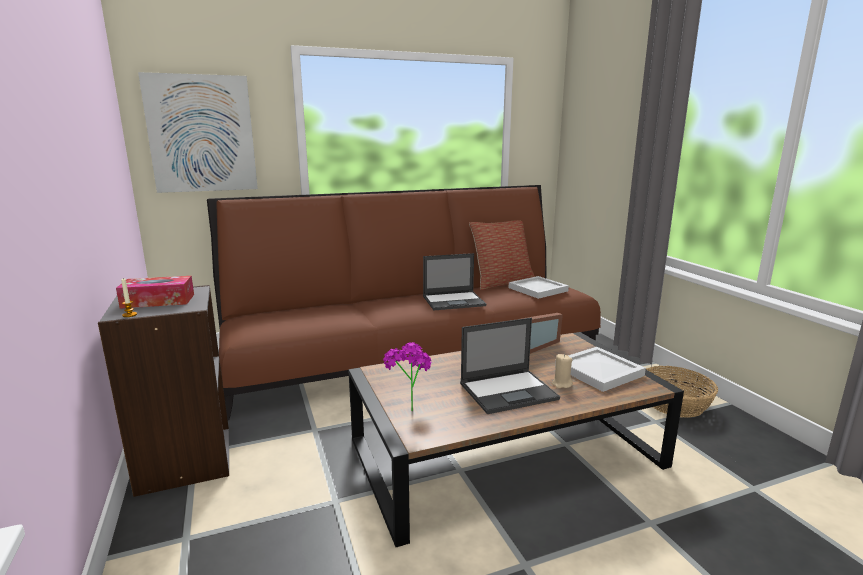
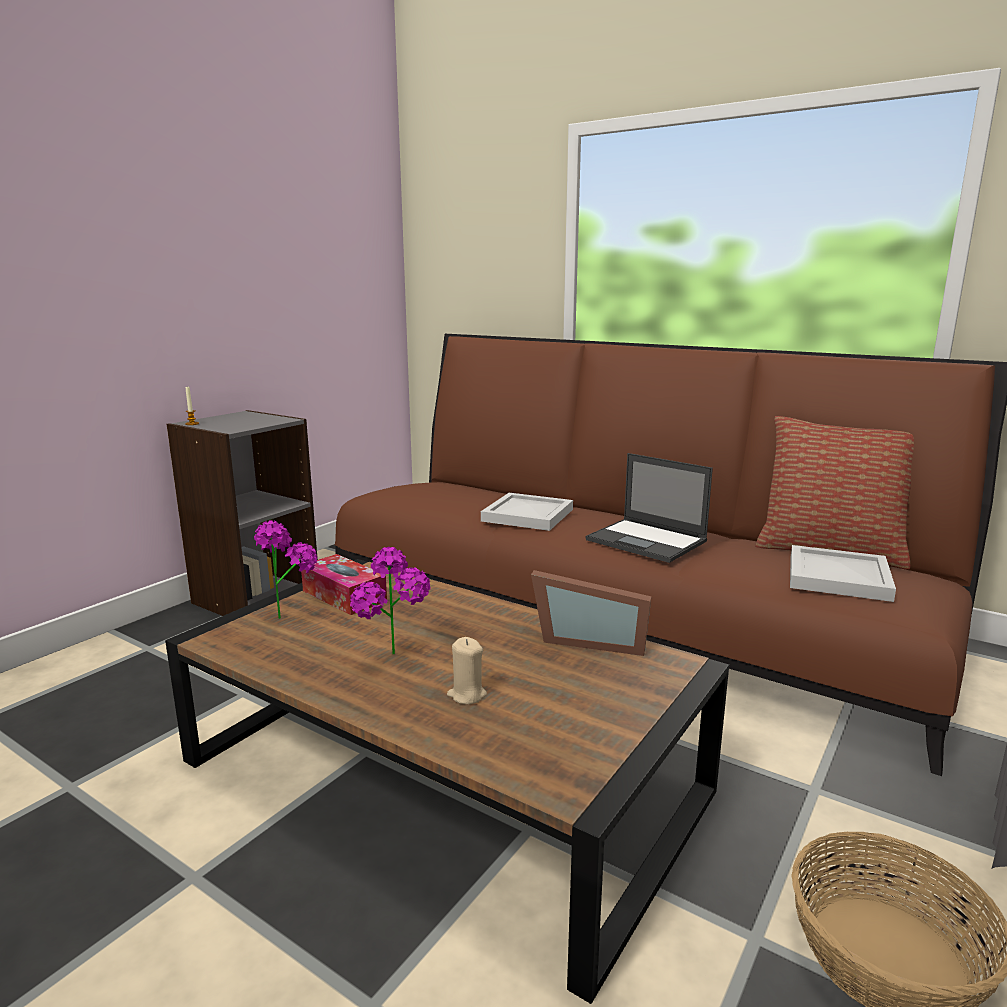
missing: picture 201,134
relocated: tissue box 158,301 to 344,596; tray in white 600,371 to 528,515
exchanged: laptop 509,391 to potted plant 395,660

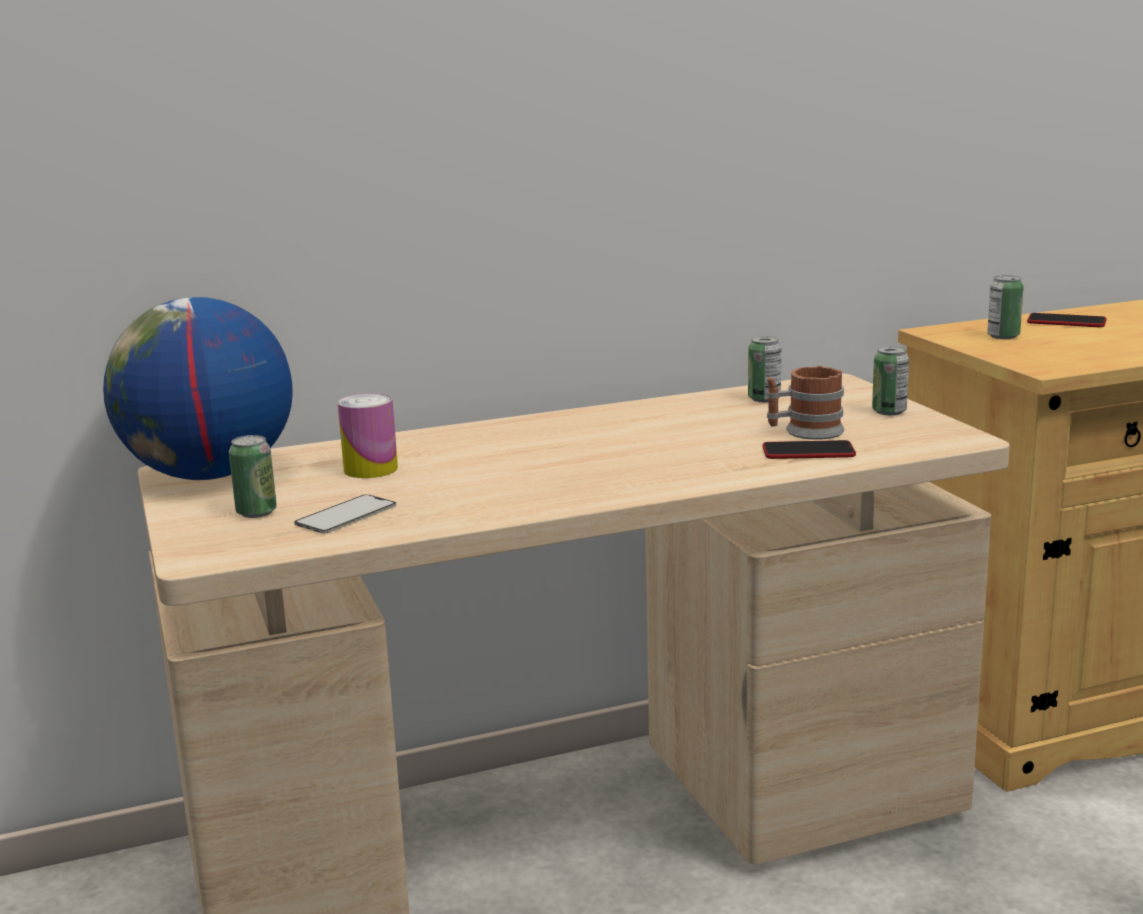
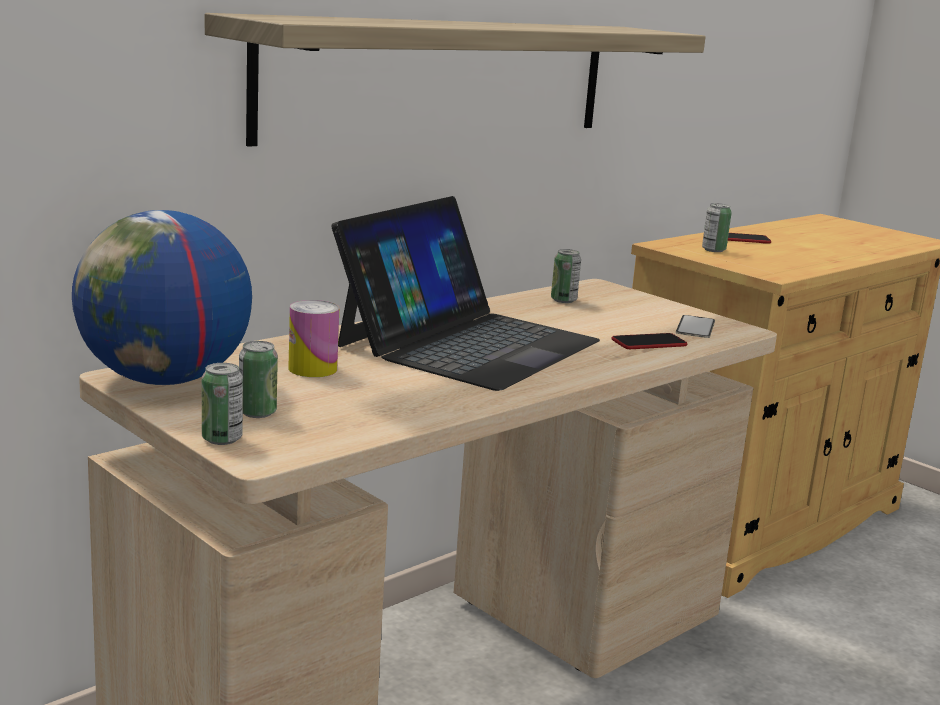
missing: mug 804,432
appeared: shelf 443,78; laptop 468,343
relocated: phone 346,515 to 695,327; can 889,411 to 222,439

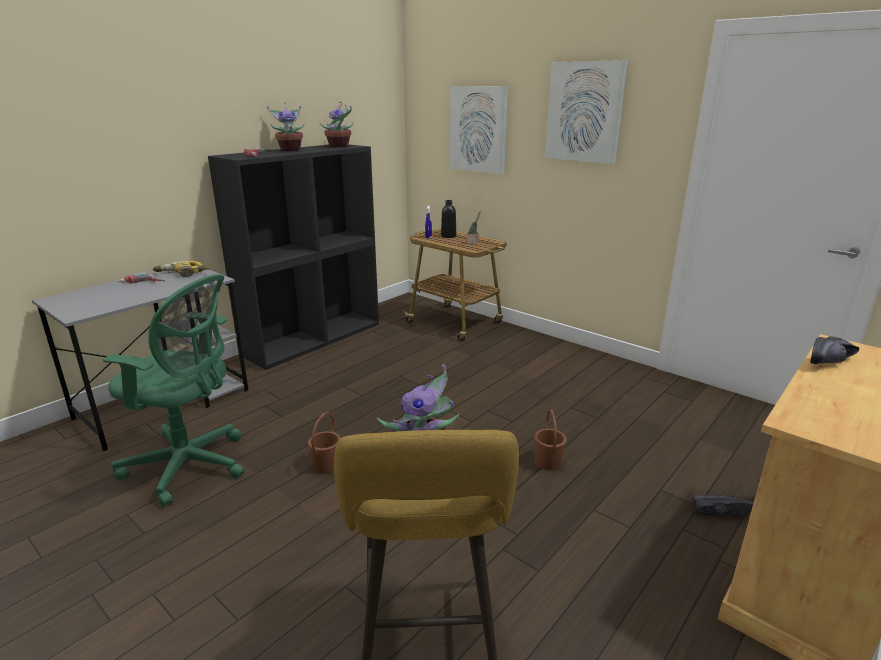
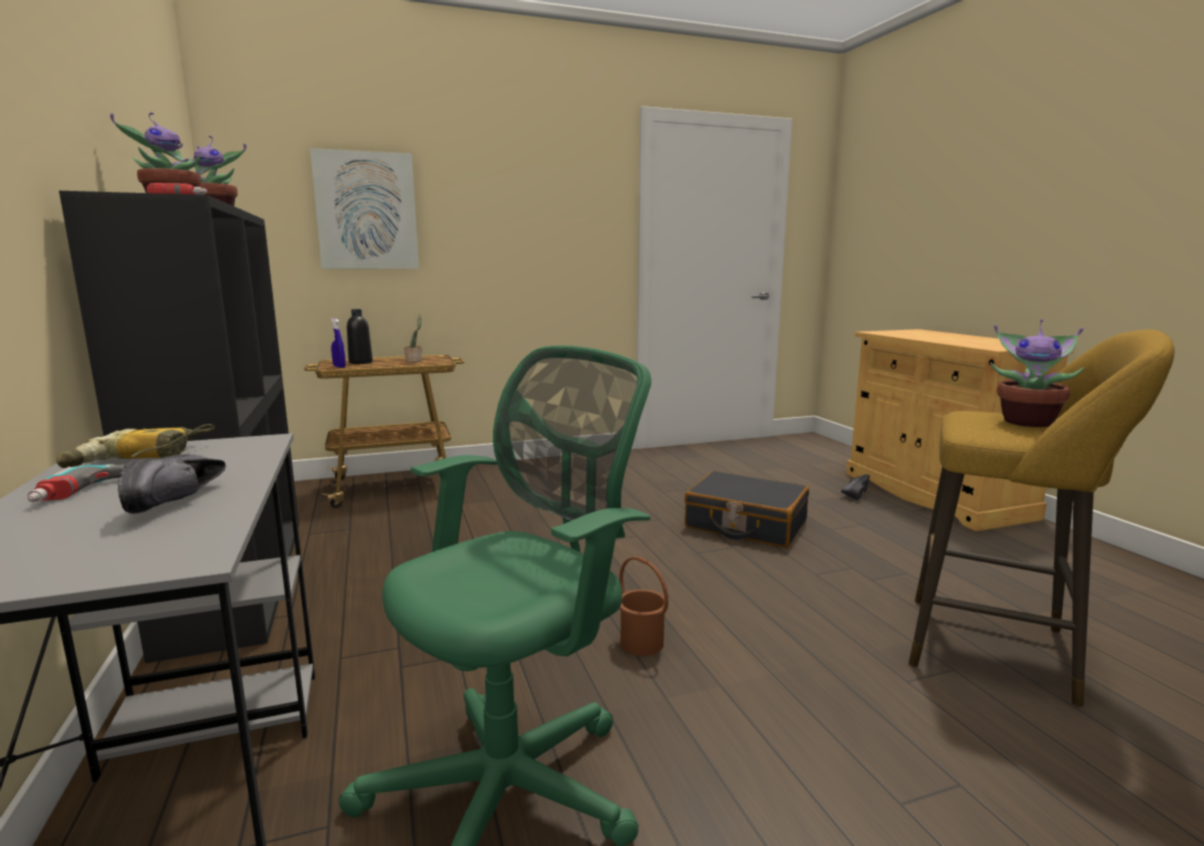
missing: picture 584,112
relocated: shoe in black 831,363 to 180,501
exchanged: bucket in brown 548,461 to suitcase in black 745,524

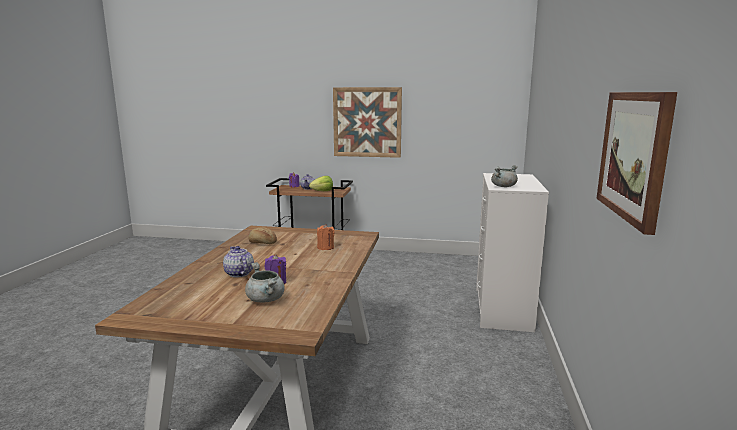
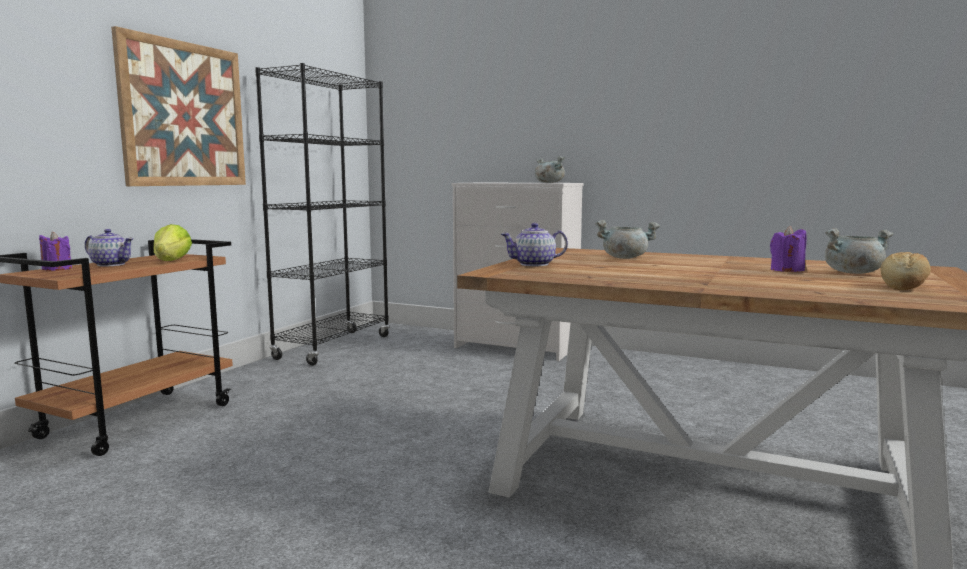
missing: picture 634,155
appeared: bookcase in black 333,347
relocated: teapot 239,274 to 534,264; bread 262,243 to 903,286
exchanged: candle in orange 325,247 to cooking pot in grey 625,258

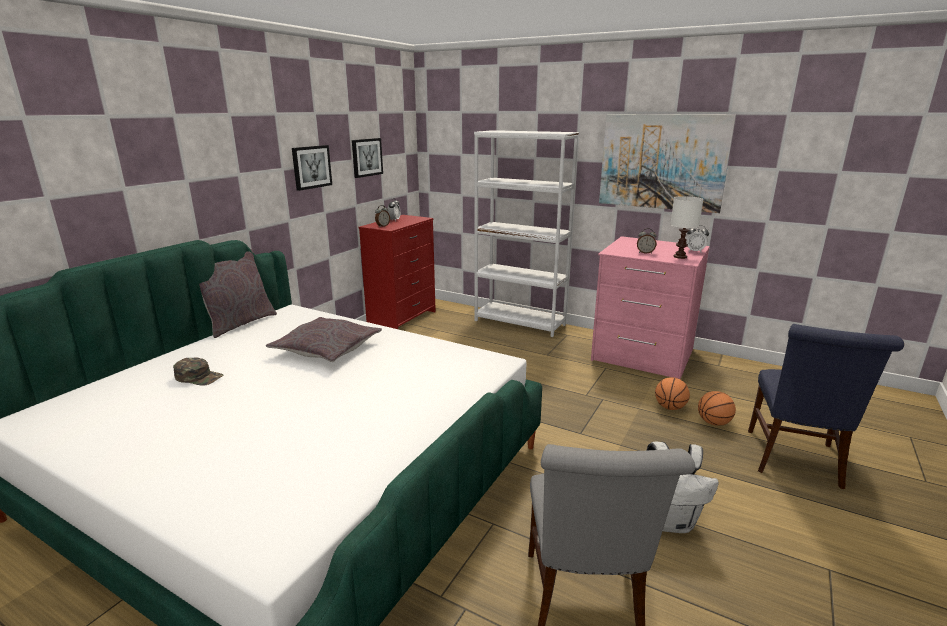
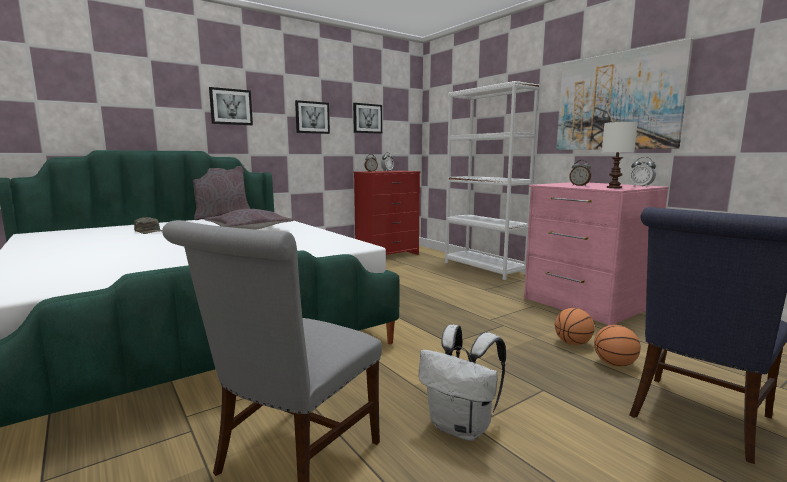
appeared: picture 231,107

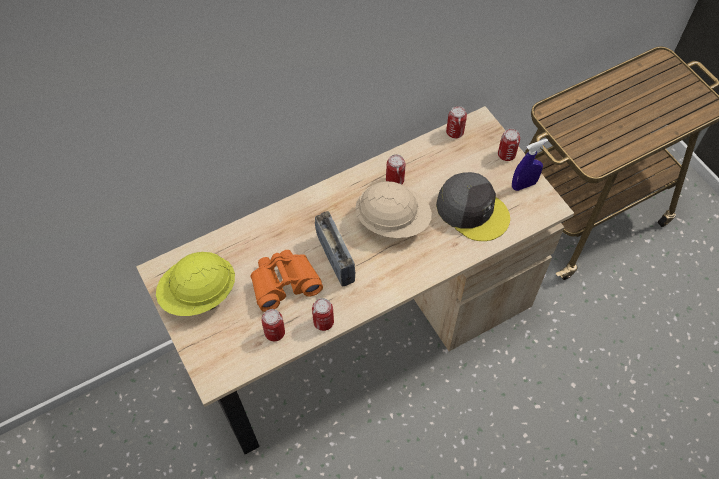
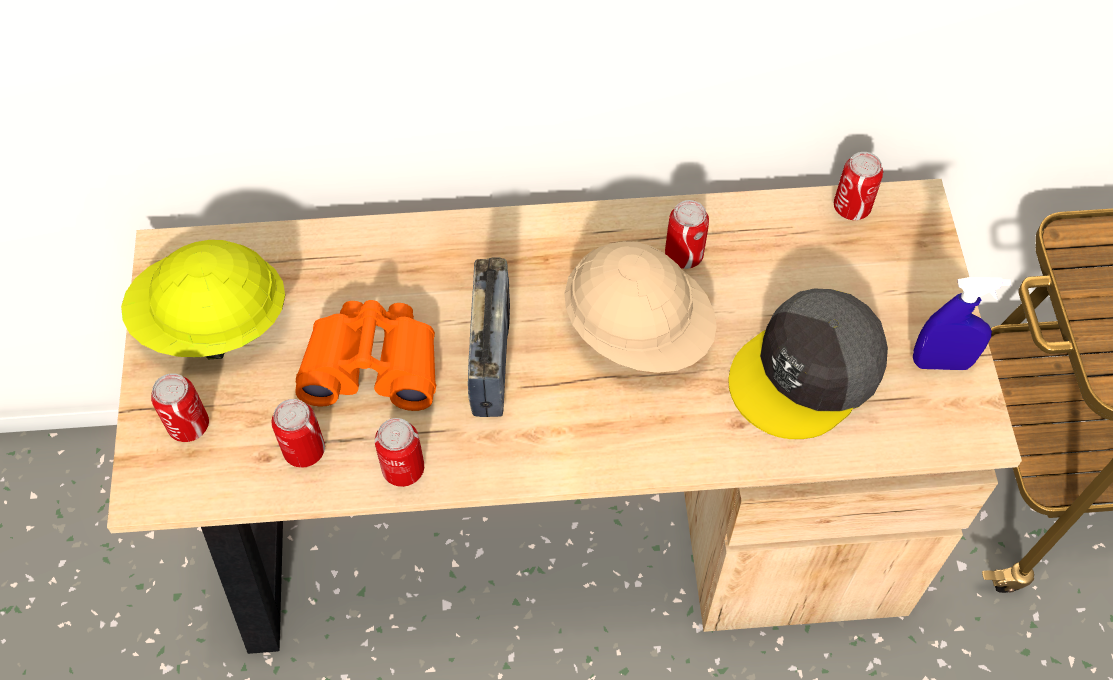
relocated: can 506,155 to 189,425
spun: cap in grey 472,210 = 807,372 75 degrees clockwise

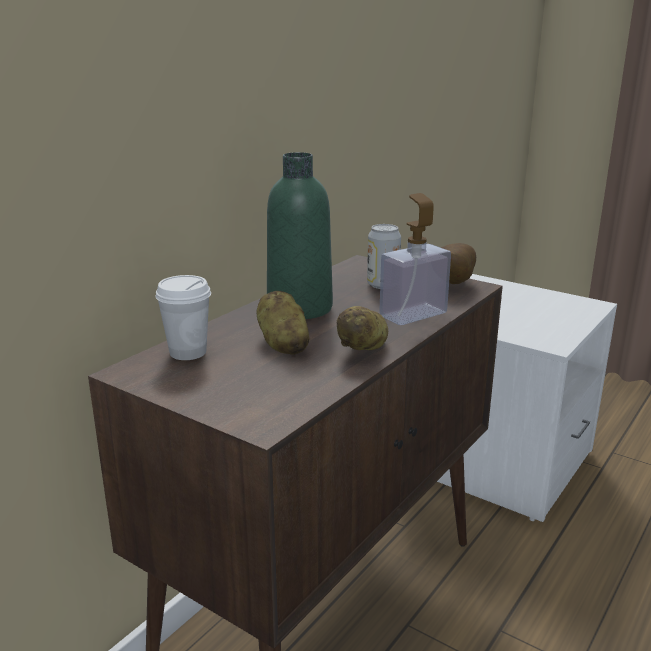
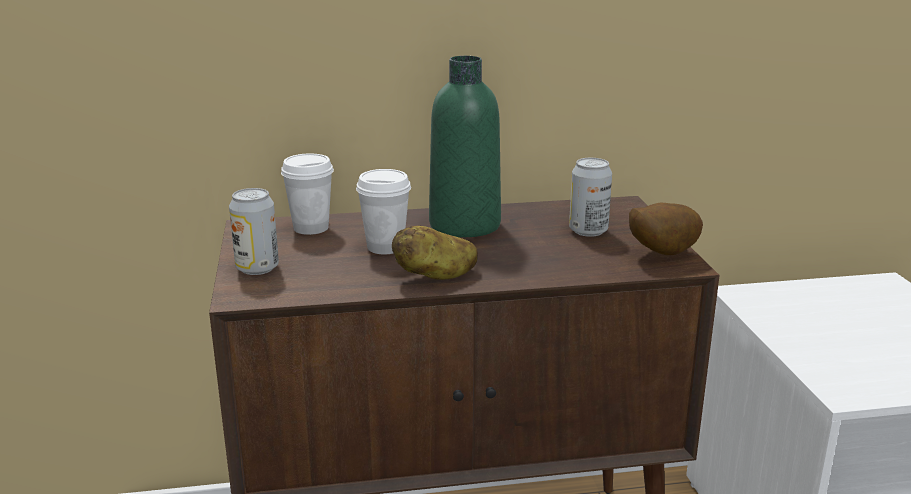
missing: soap dispenser 413,314
appeared: can 257,268
exchanged: potato 282,343 to cup in white 385,247

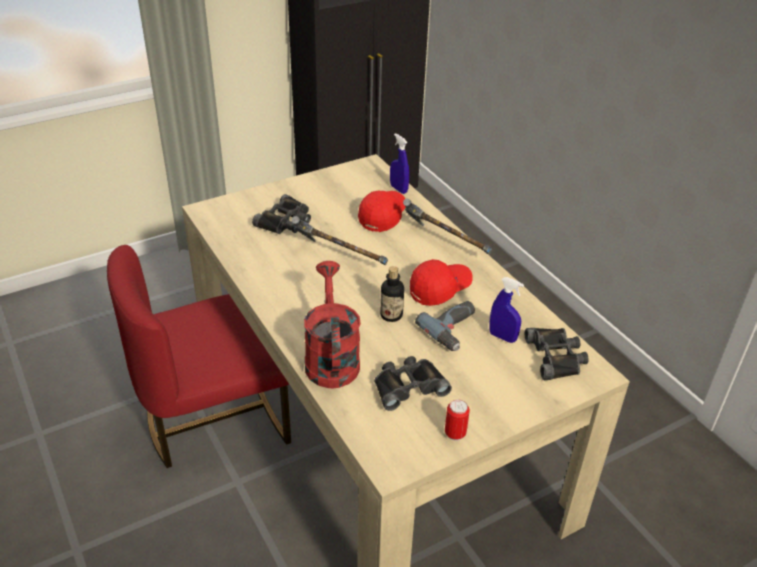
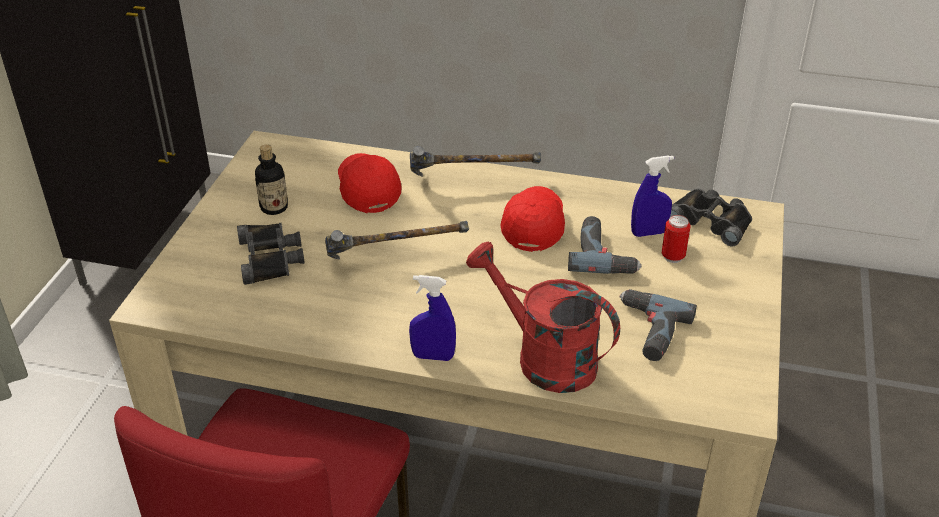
relocated: bottle 391,315 to 274,207; spray bottle in blue 398,189 to 433,356; can 455,434 to 673,257
exchanged: binoculars in black 408,386 to power drill 647,331

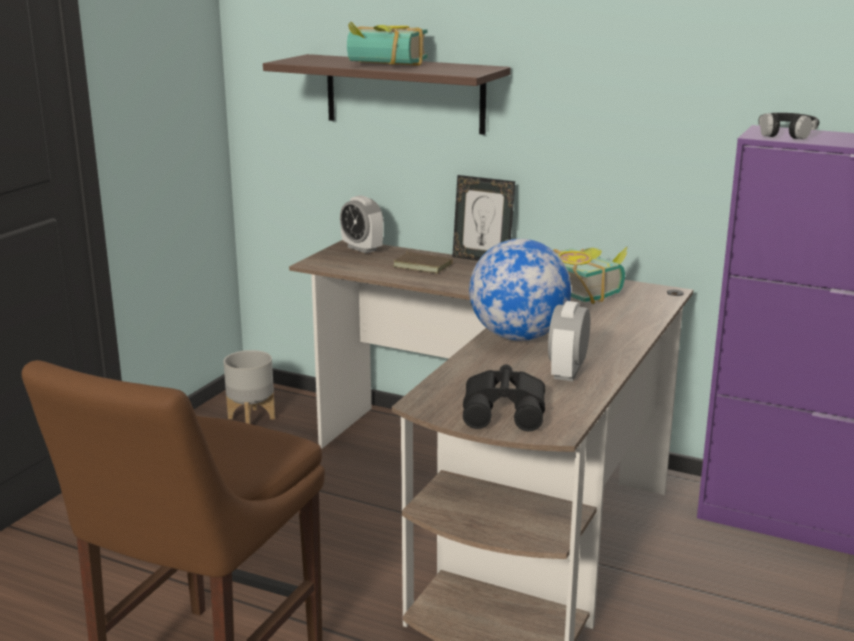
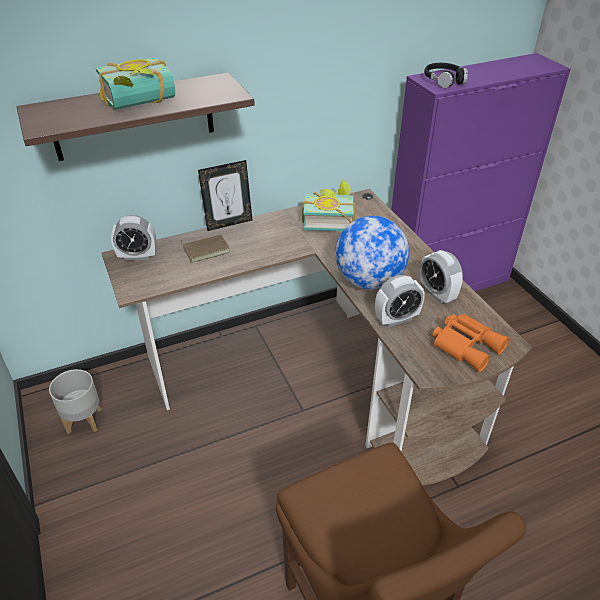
appeared: alarm clock 396,319
colour: binoculars in black 506,410 to binoculars in orange 466,344

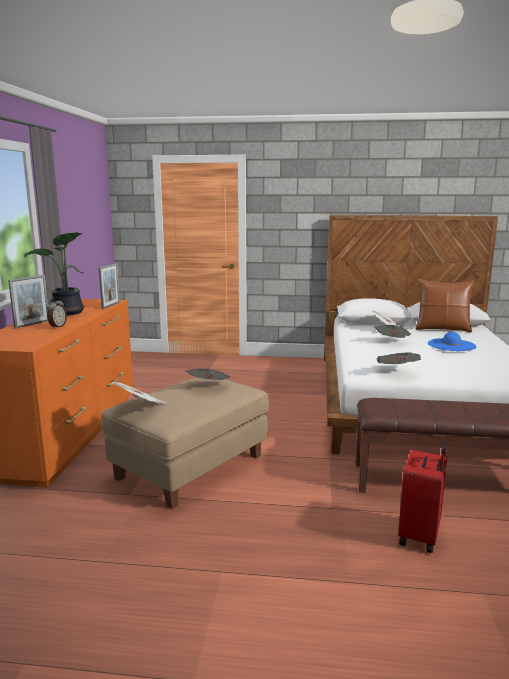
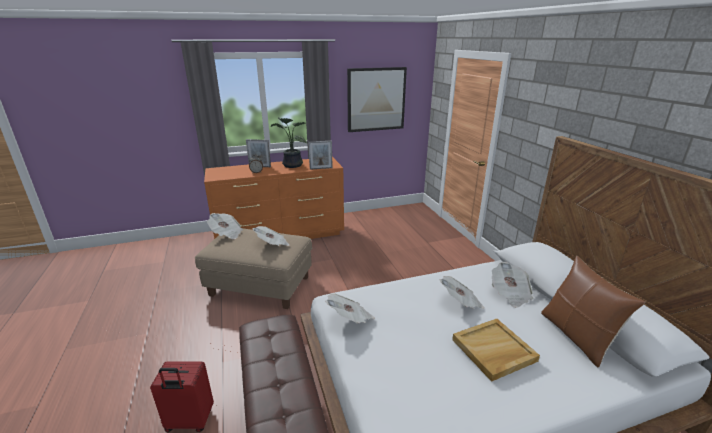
appeared: picture 376,99
exchanged: hat in blue 451,345 to tray in beige 493,350

